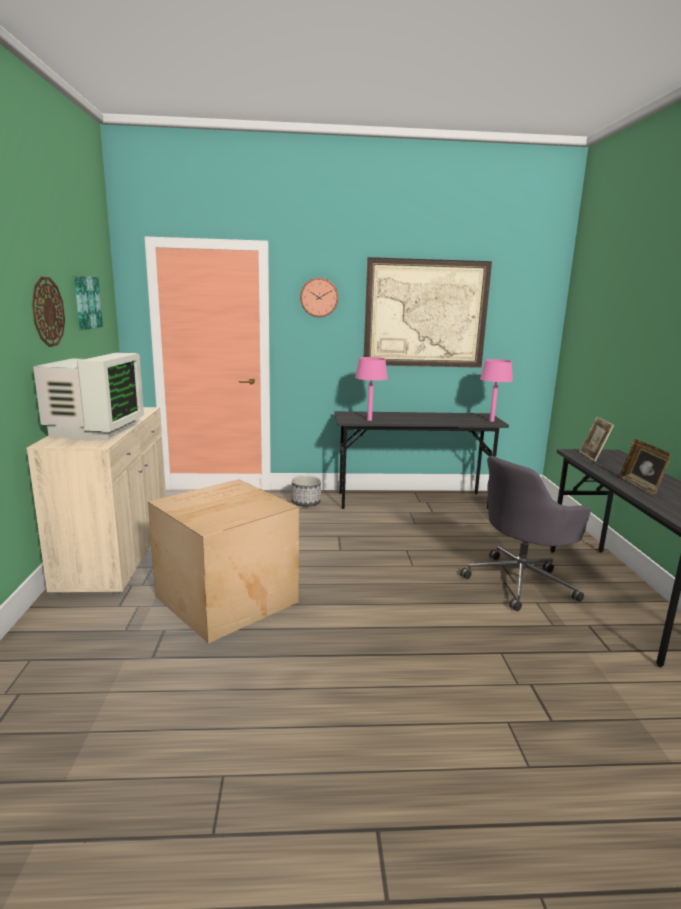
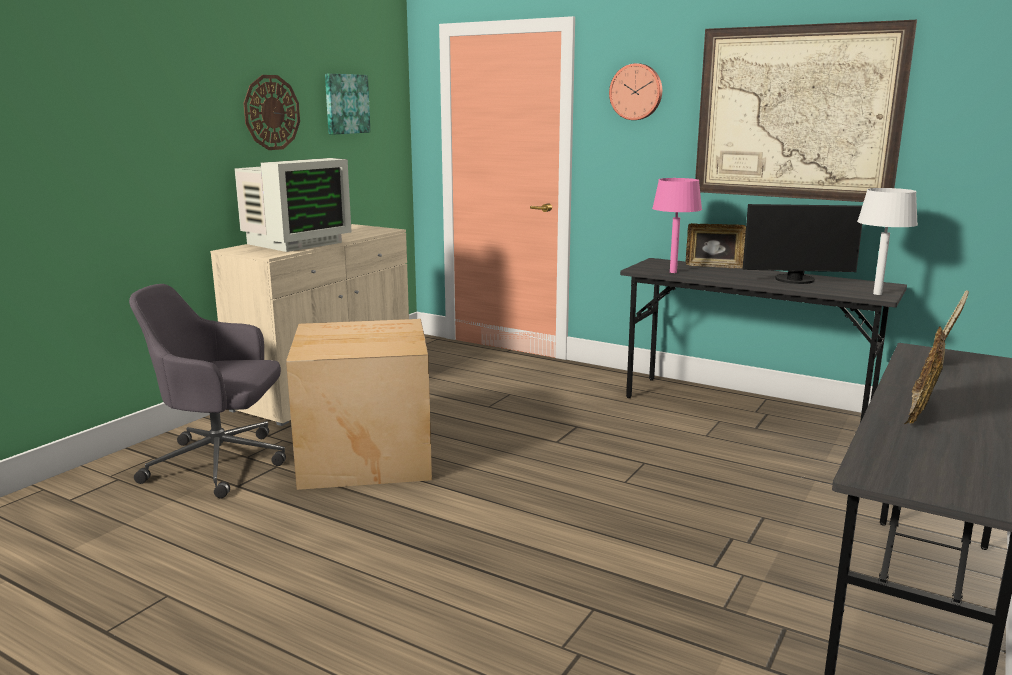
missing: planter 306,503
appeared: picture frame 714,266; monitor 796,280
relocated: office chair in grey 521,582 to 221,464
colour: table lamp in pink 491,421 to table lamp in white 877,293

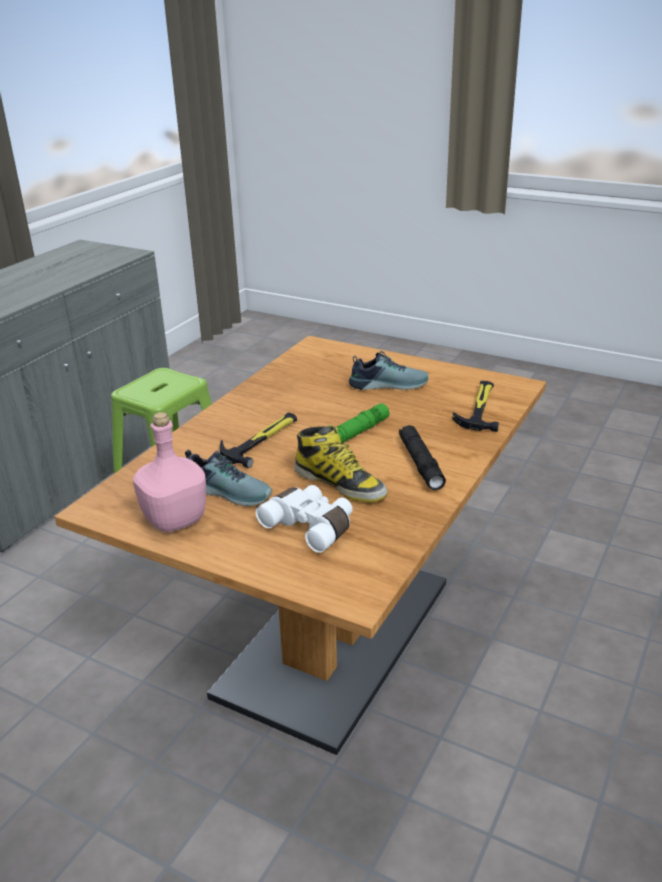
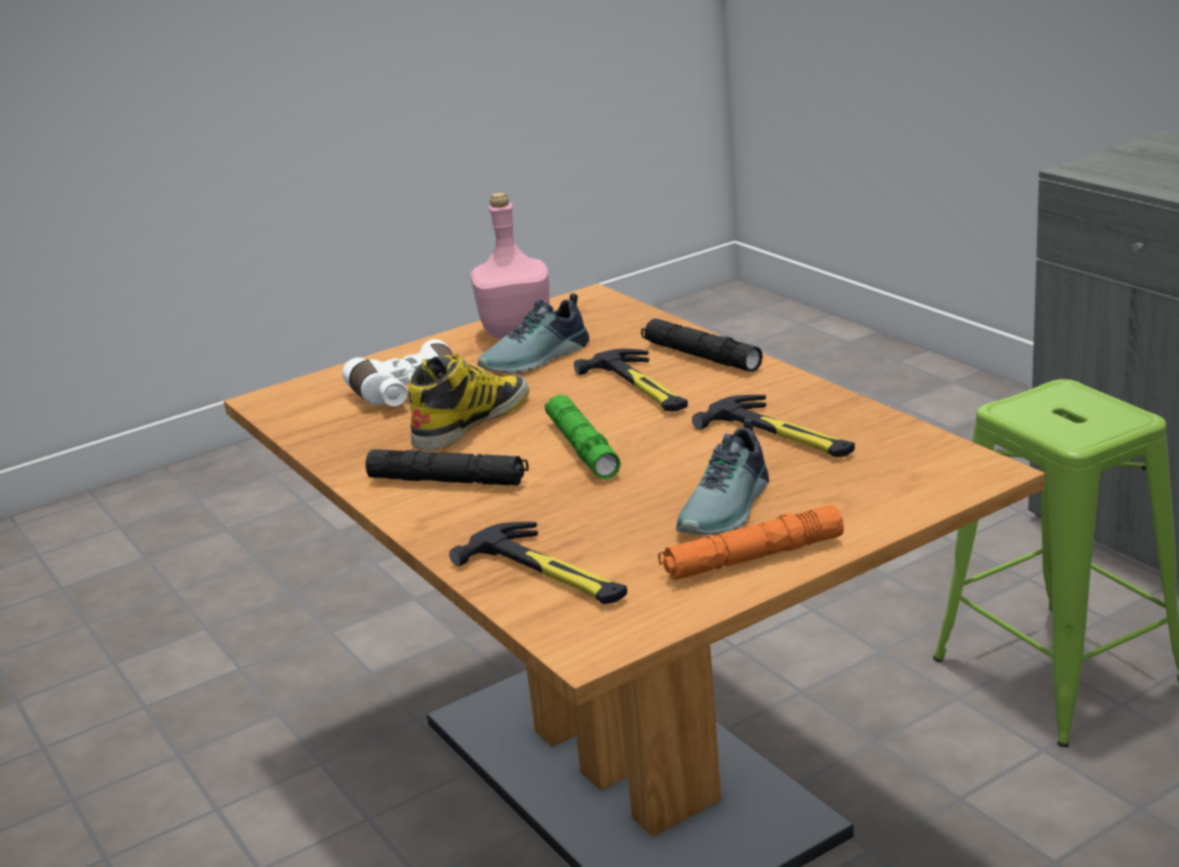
appeared: flashlight in black 701,356; flashlight in orange 752,558; hammer 780,435
spun: boot 340,483 = 471,421 150 degrees clockwise

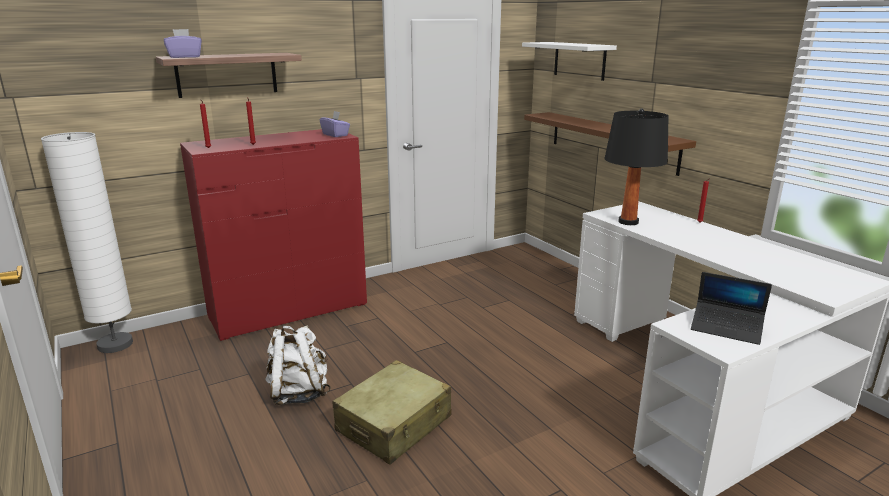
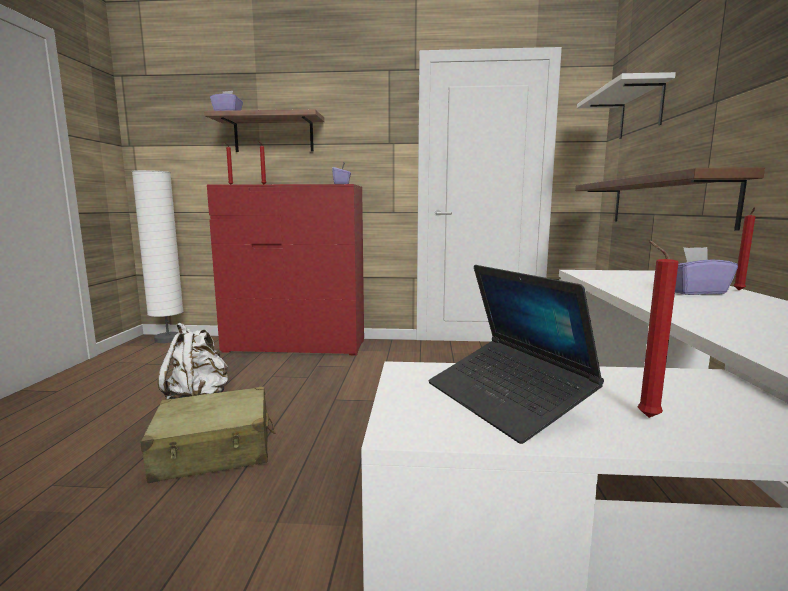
missing: table lamp in black 628,222
appeared: candle in red 644,416; tissue box in purple 693,292

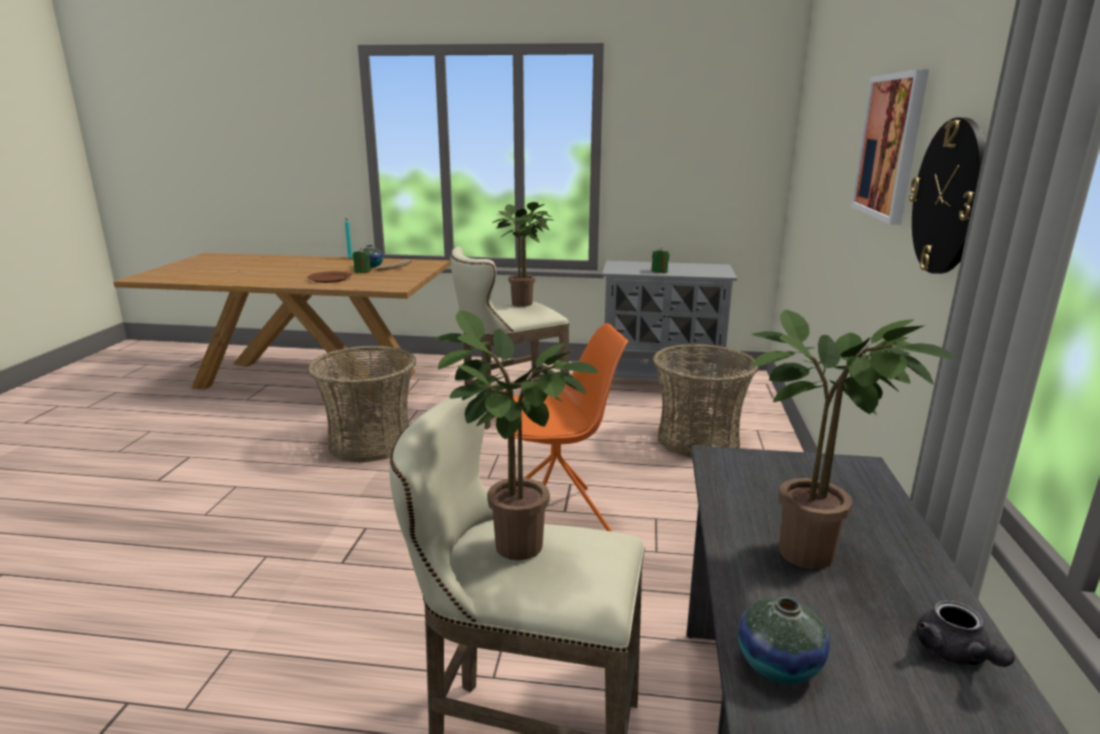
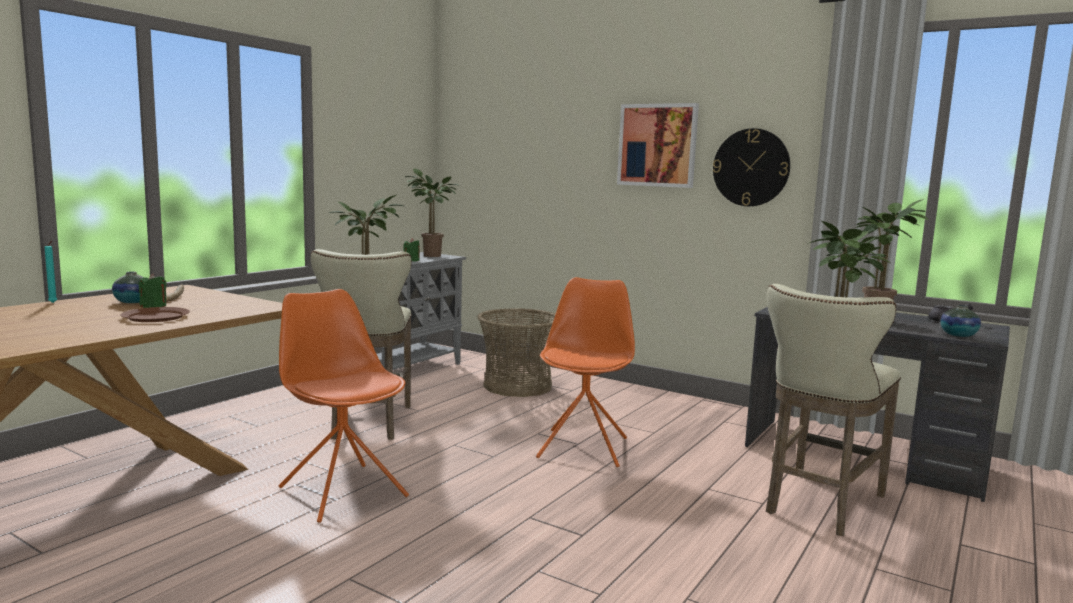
appeared: potted plant 429,256
exchanged: basket 370,442 to chair in orange 342,491

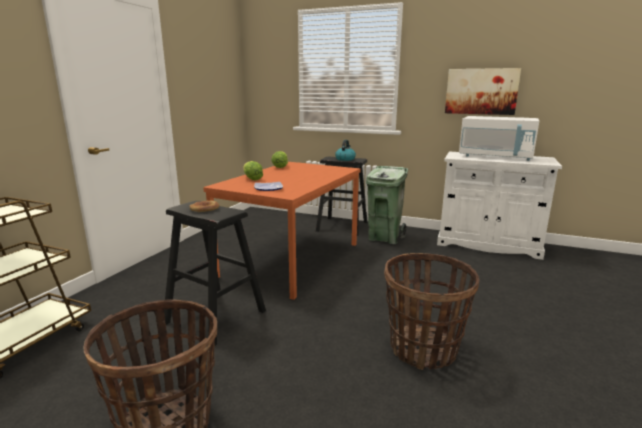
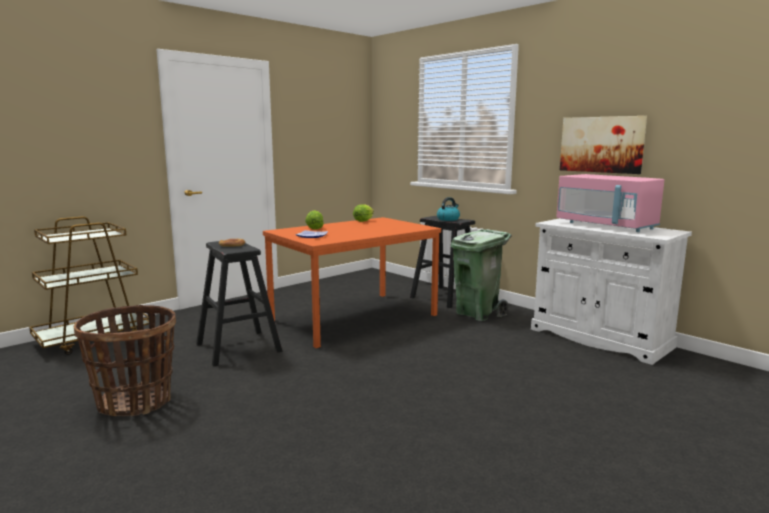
missing: basket 423,349
colour: microwave in white 495,157 to microwave in pink 606,226

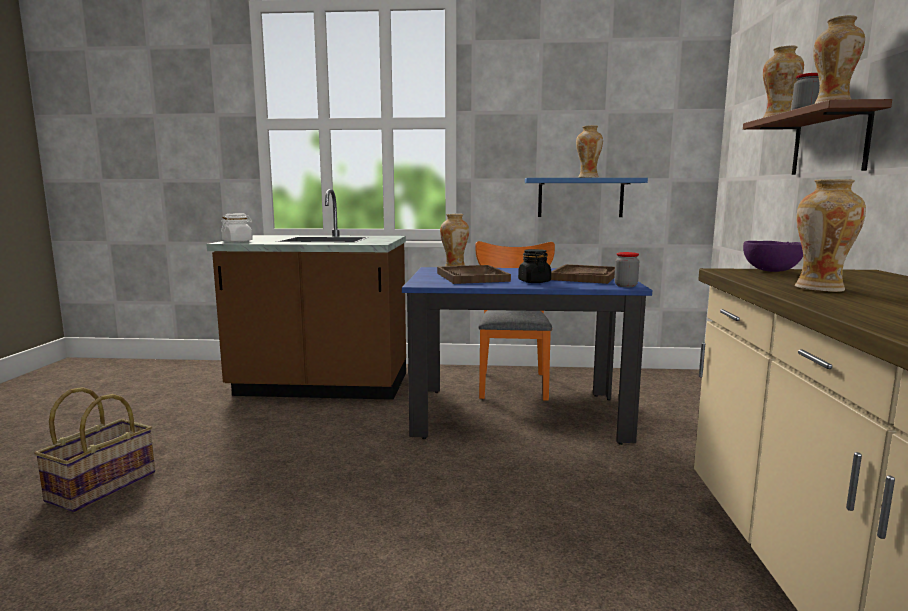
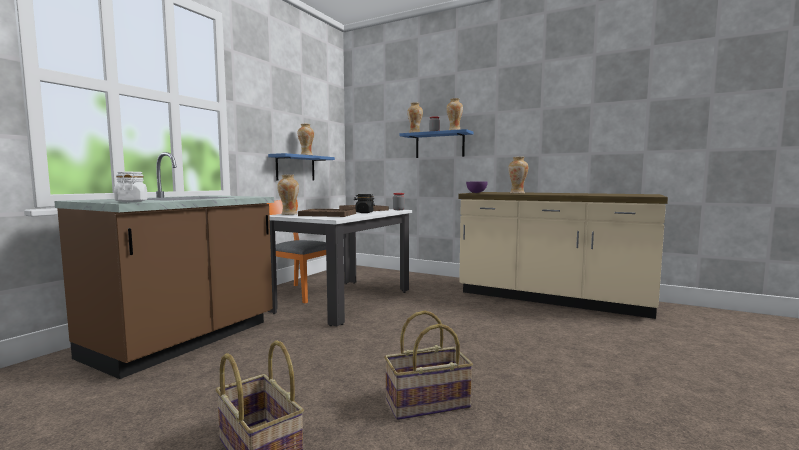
appeared: basket 427,404
colour: dining table in blue 518,415 to dining table in white 344,301; shelf in brown 829,143 to shelf in blue 439,145

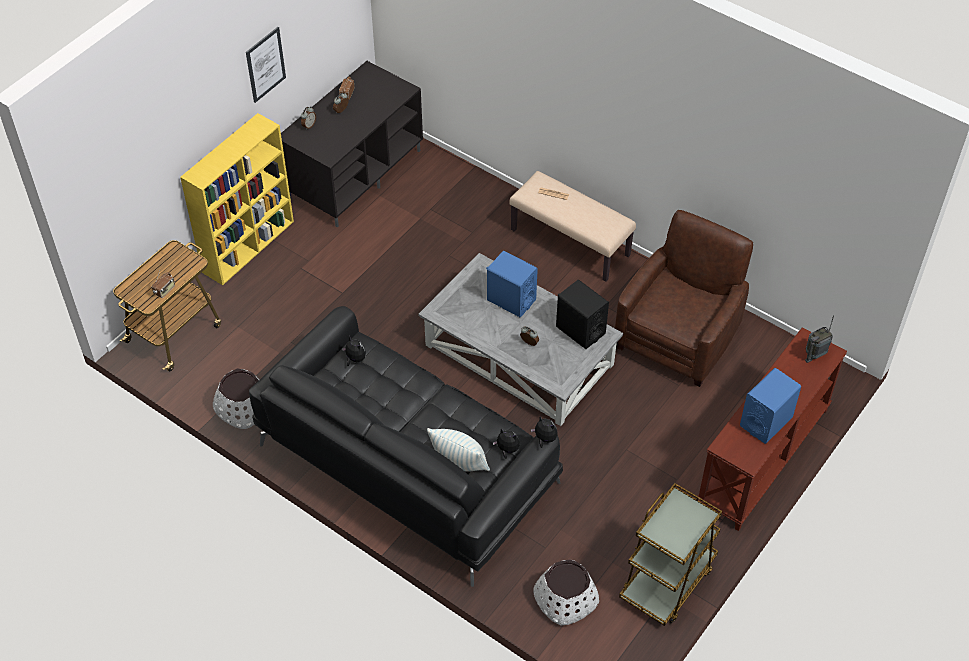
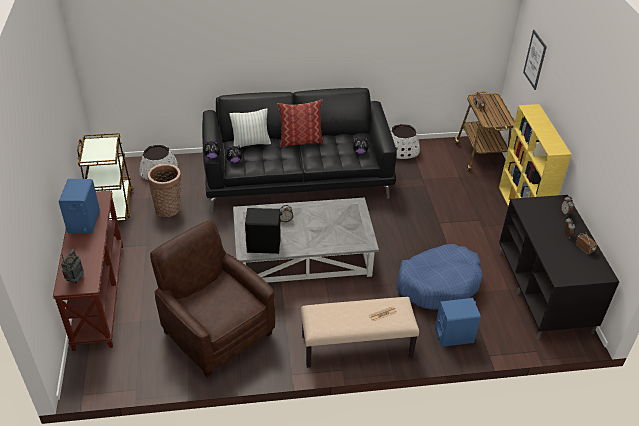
appeared: basket 169,208; pillow 300,141; dog bed in blue 438,284
relocated: picture 265,64 to 535,59; speaker in blue 511,300 to 454,335
spun: armchair in brown 678,337 = 216,332 150 degrees clockwise

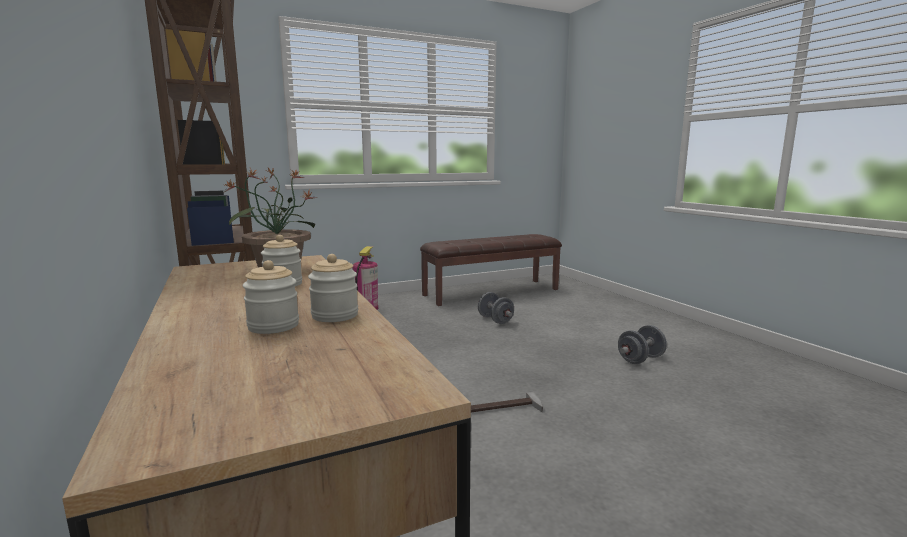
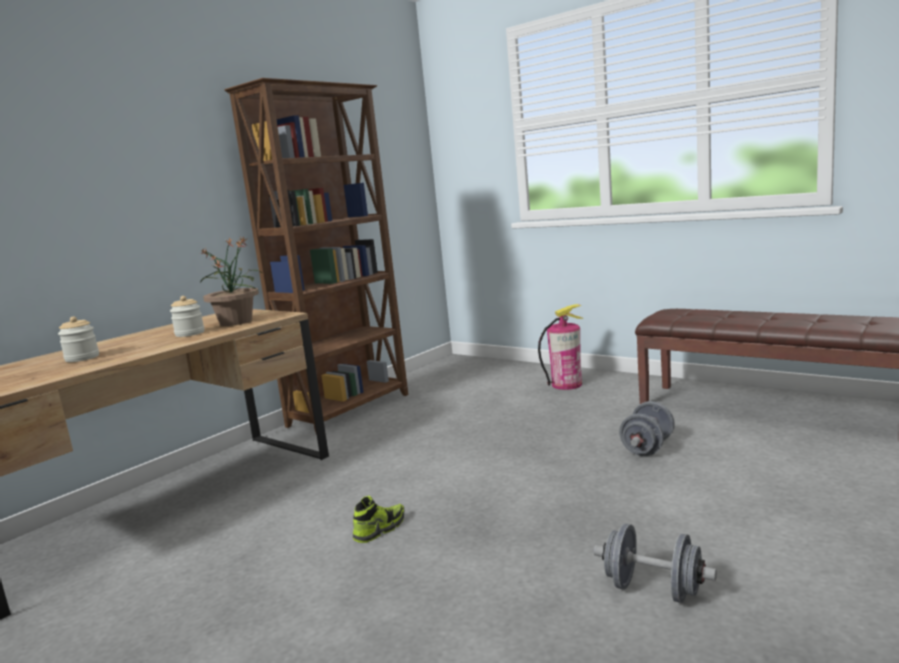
missing: jar 335,315
exchanged: hammer 505,408 to shoe 380,529

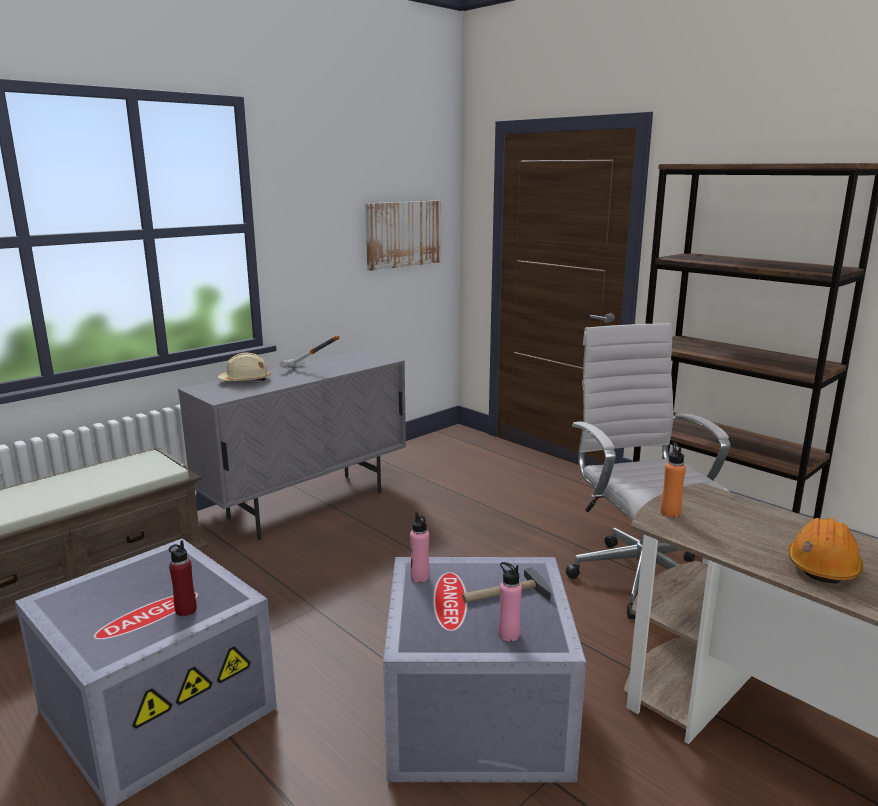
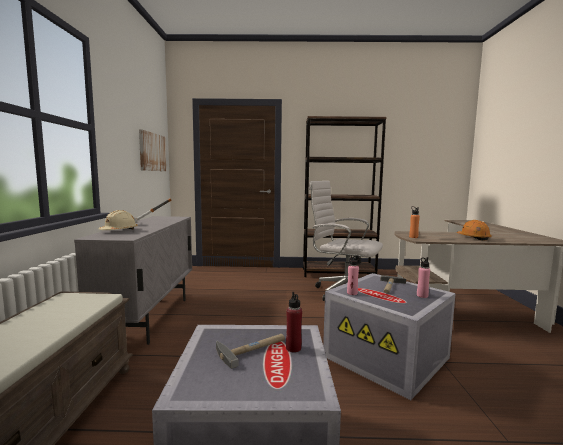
appeared: hammer 252,348

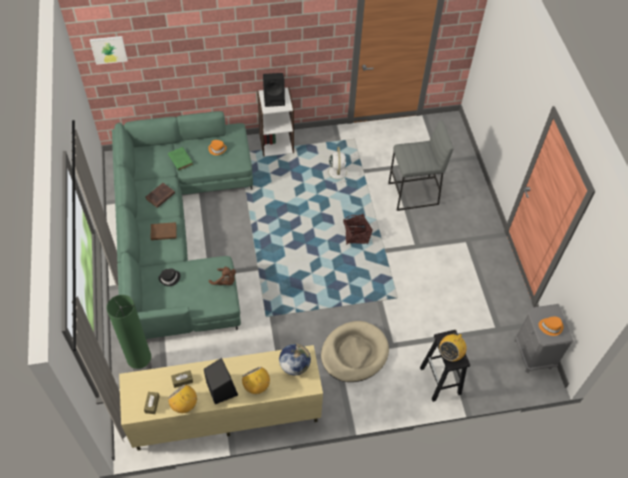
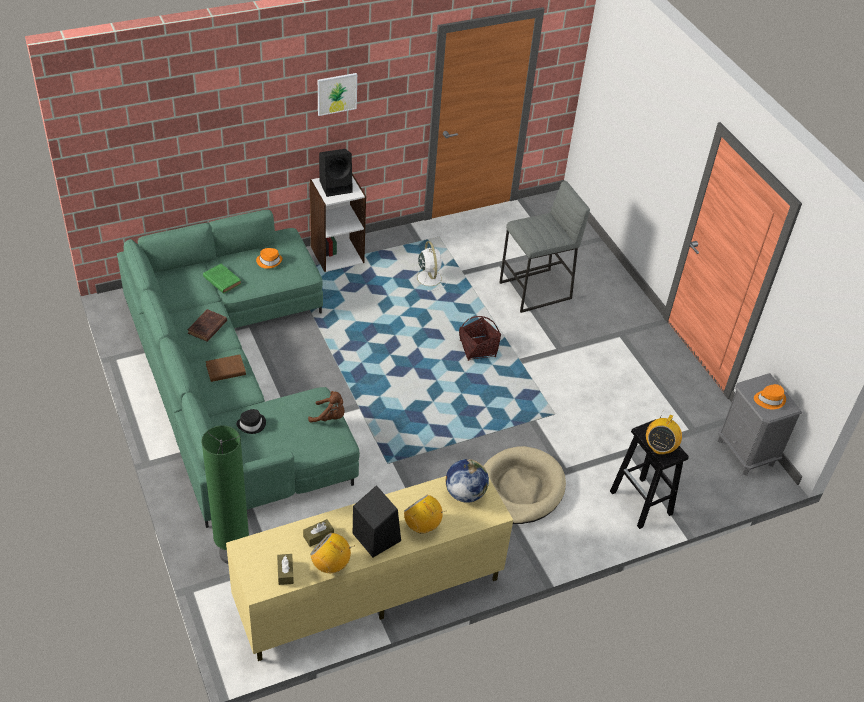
relocated: picture 108,49 to 337,93

